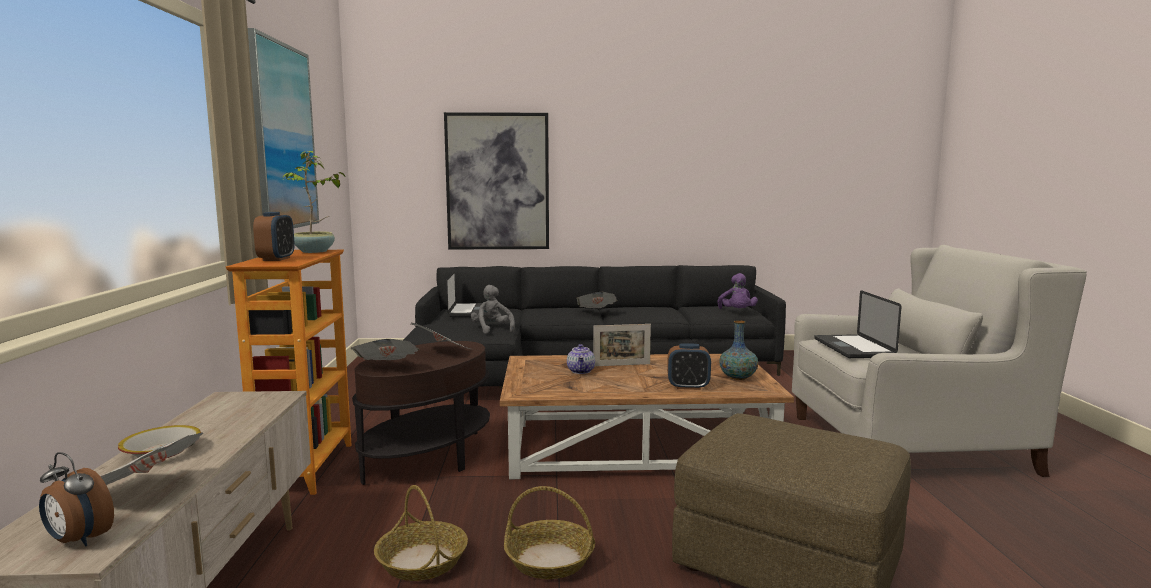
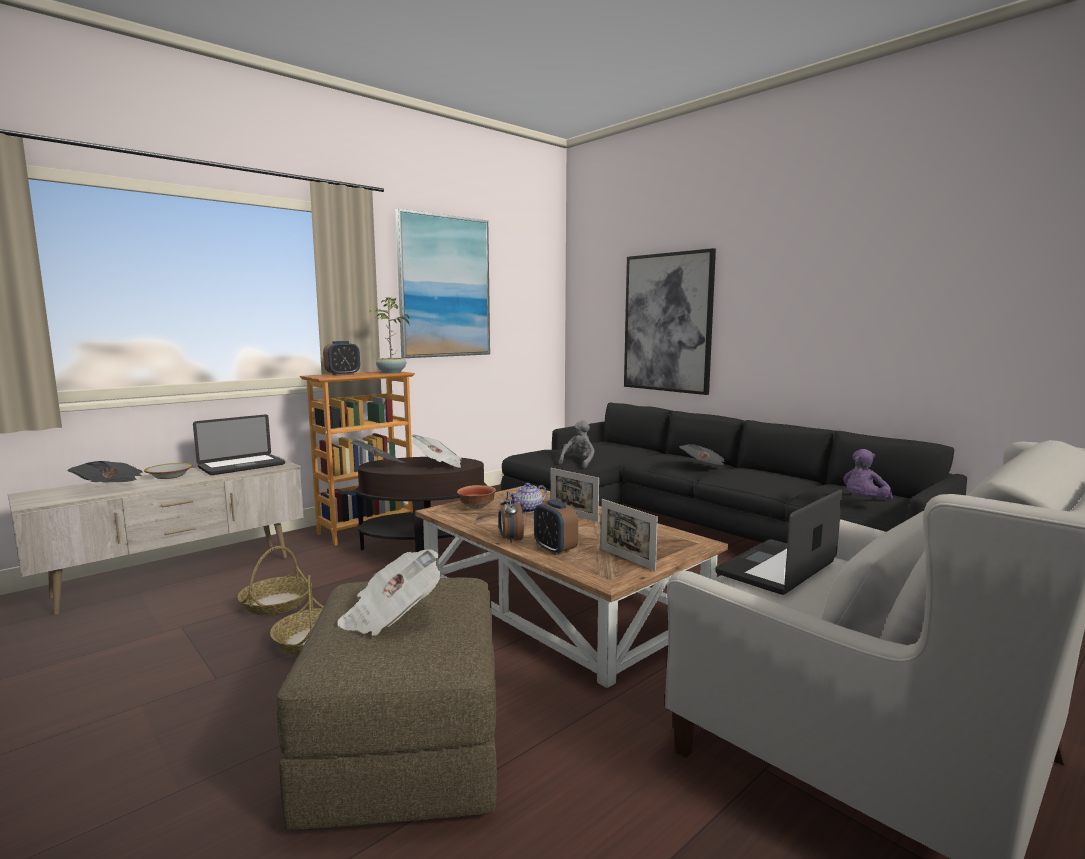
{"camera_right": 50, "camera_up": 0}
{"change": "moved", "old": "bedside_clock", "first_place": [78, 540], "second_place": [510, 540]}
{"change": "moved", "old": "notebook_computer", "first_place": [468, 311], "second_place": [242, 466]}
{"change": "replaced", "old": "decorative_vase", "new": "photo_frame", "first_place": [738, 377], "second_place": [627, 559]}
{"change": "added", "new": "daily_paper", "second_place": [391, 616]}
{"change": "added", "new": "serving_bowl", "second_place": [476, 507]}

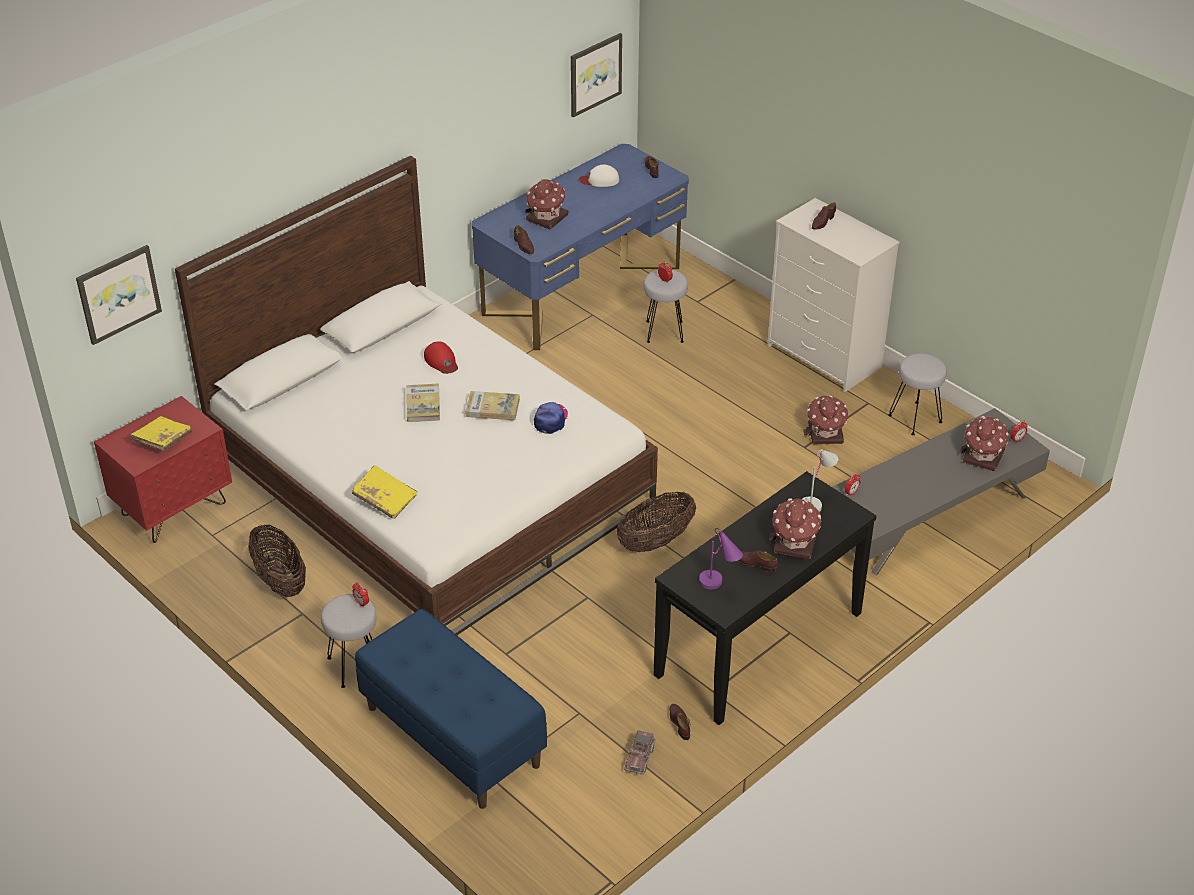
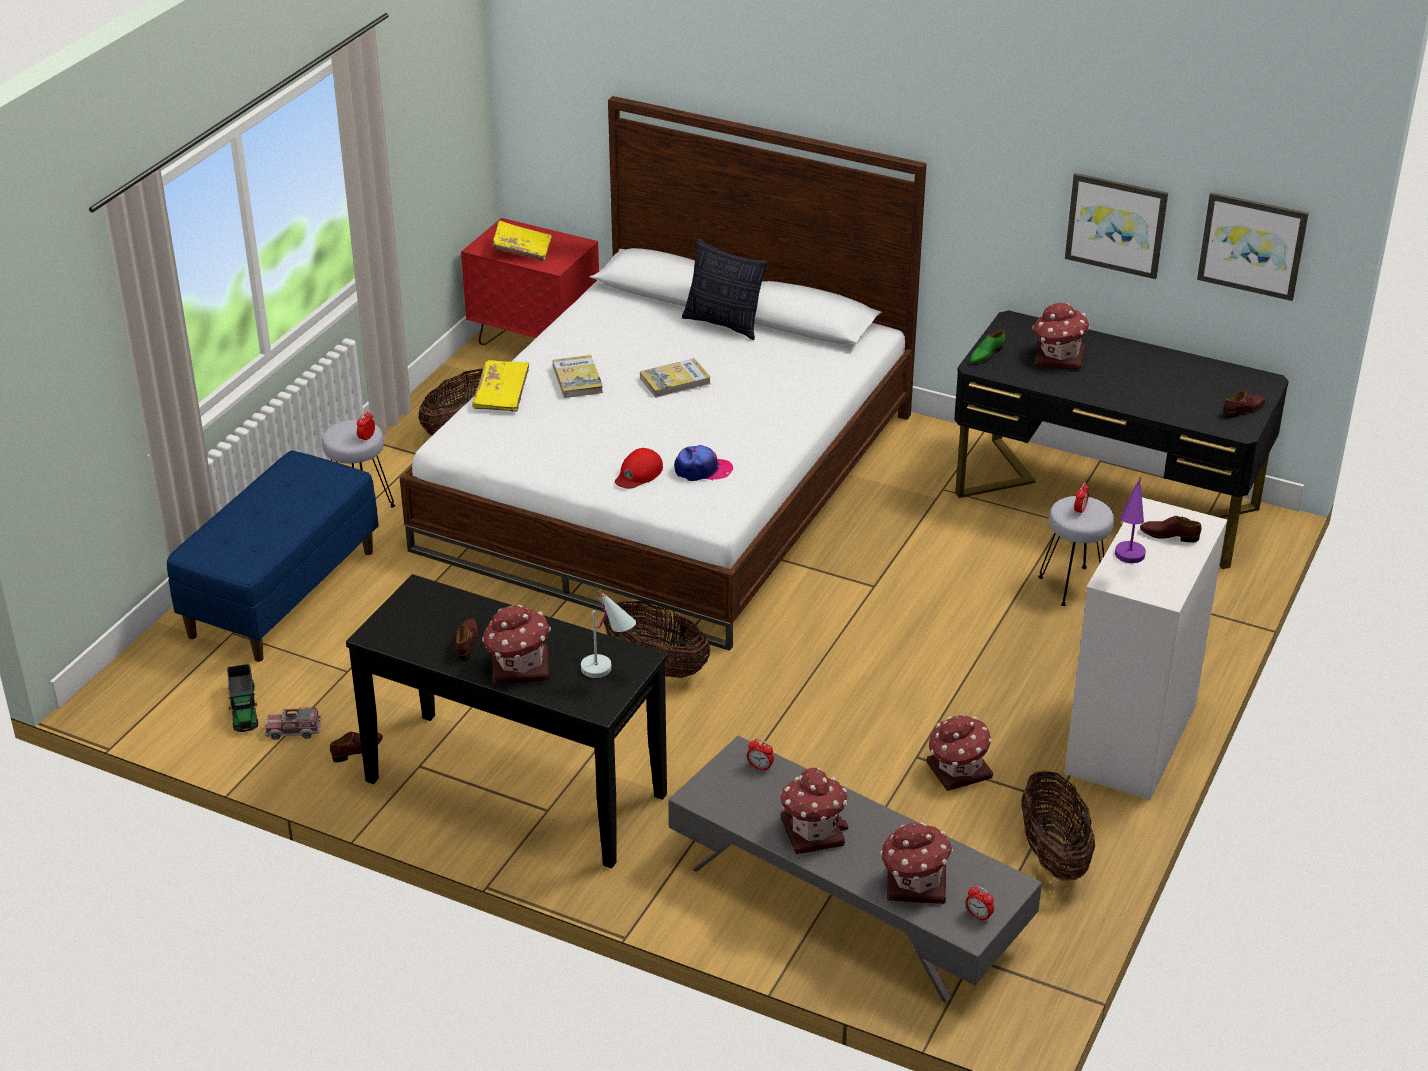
{"camera_right": 70, "camera_up": -5}
{"change": "moved", "old": "wall_art", "first_place": [118, 293], "second_place": [1116, 224]}
{"change": "moved", "old": "reddish_peaked_cap", "first_place": [441, 361], "second_place": [638, 473]}
{"change": "moved", "old": "volume", "first_place": [492, 408], "second_place": [577, 379]}
{"change": "recoloured", "old": "blue_desk_unit", "new": "blackish_desk_unit", "first_place": [582, 290], "second_place": [1106, 502]}
{"change": "recoloured", "old": "brown-coloured_low_shoe", "new": "green_low_shoe", "first_place": [523, 245], "second_place": [986, 355]}
{"change": "removed", "old": "whitish_peaked_cap", "first_place": [599, 180]}
{"change": "moved", "old": "purple-coloured_table_lamp", "first_place": [719, 586], "second_place": [1127, 562]}
{"change": "replaced", "old": "greyish_sitting_stool", "new": "basket", "first_place": [915, 418], "second_place": [1053, 855]}
{"change": "added", "new": "model_truck", "second_place": [244, 708]}
{"change": "added", "new": "cushion", "second_place": [724, 324]}
{"change": "added", "new": "toy_house", "second_place": [812, 831]}

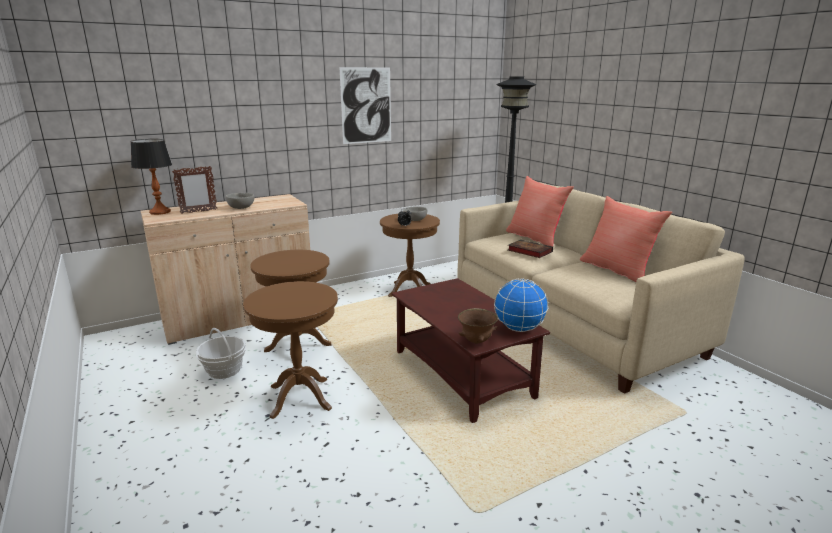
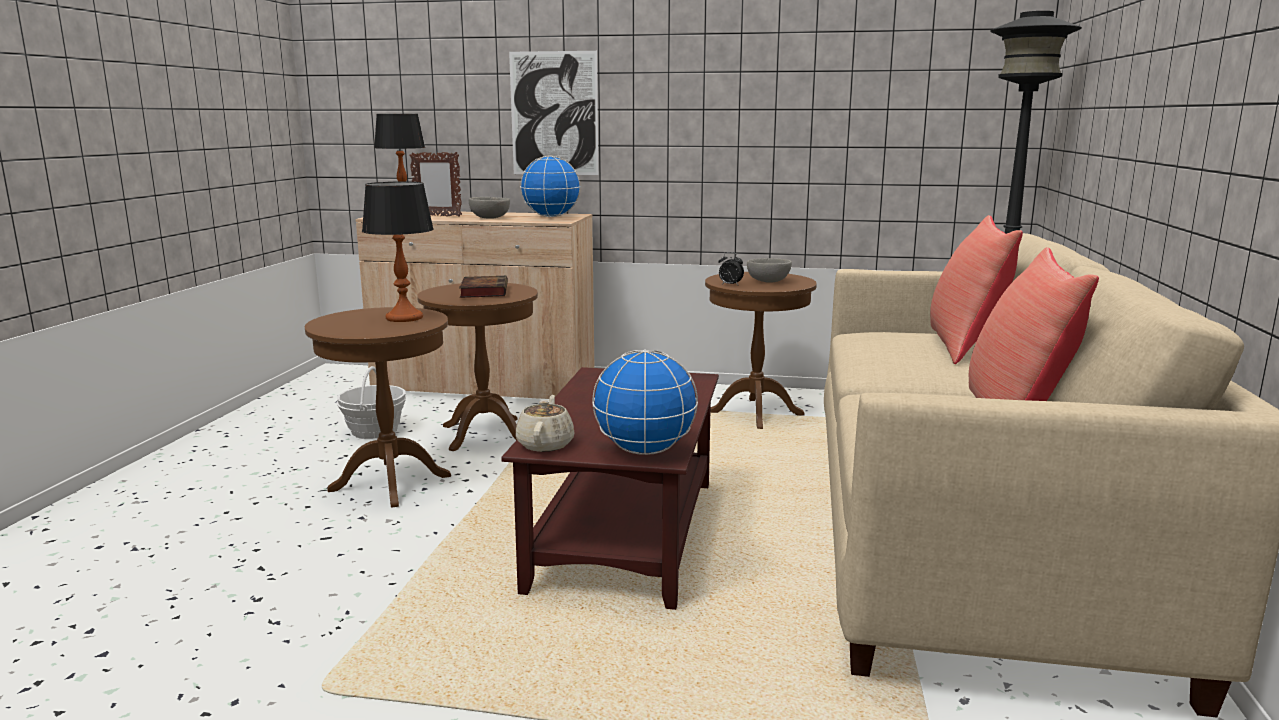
{"camera_right": 40, "camera_up": -5}
{"change": "moved", "old": "wall_art", "first_place": [366, 105], "second_place": [554, 114]}
{"change": "replaced", "old": "brown-coloured_serving_bowl", "new": "sand-coloured_pot_for_tea", "first_place": [476, 341], "second_place": [545, 444]}
{"change": "moved", "old": "volume", "first_place": [528, 251], "second_place": [483, 291]}
{"change": "added", "new": "table_lamp", "second_place": [405, 318]}
{"change": "added", "new": "world_globe", "second_place": [551, 217]}

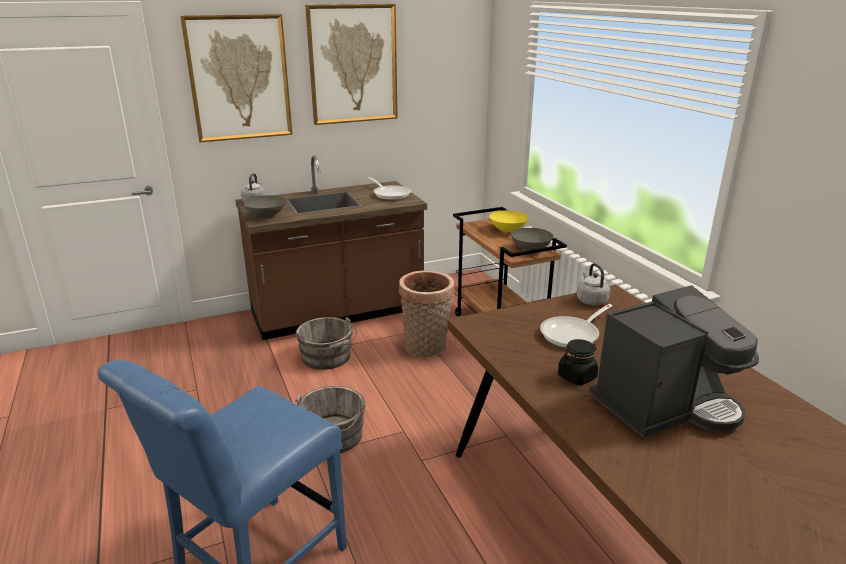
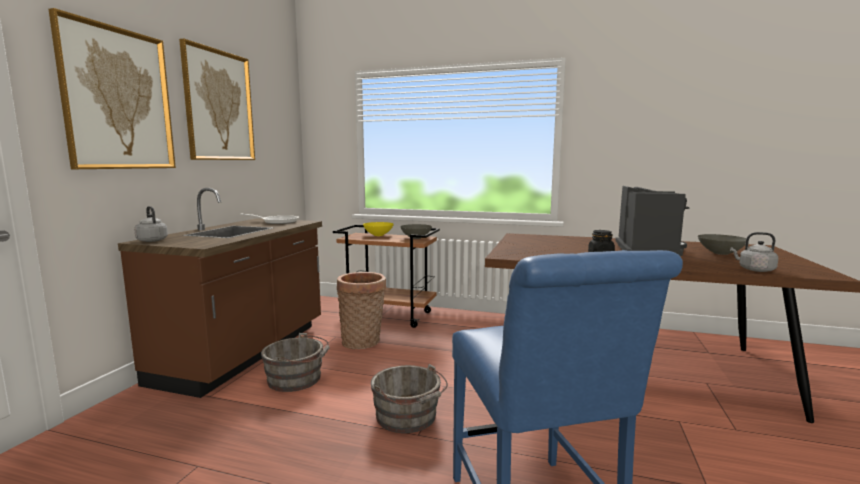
{"camera_right": -50, "camera_up": -15}
{"change": "moved", "old": "greyish_serving_bowl", "first_place": [266, 216], "second_place": [720, 253]}
{"change": "removed", "old": "skillet", "first_place": [573, 334]}
{"change": "moved", "old": "greyish_kettle", "first_place": [591, 300], "second_place": [754, 270]}

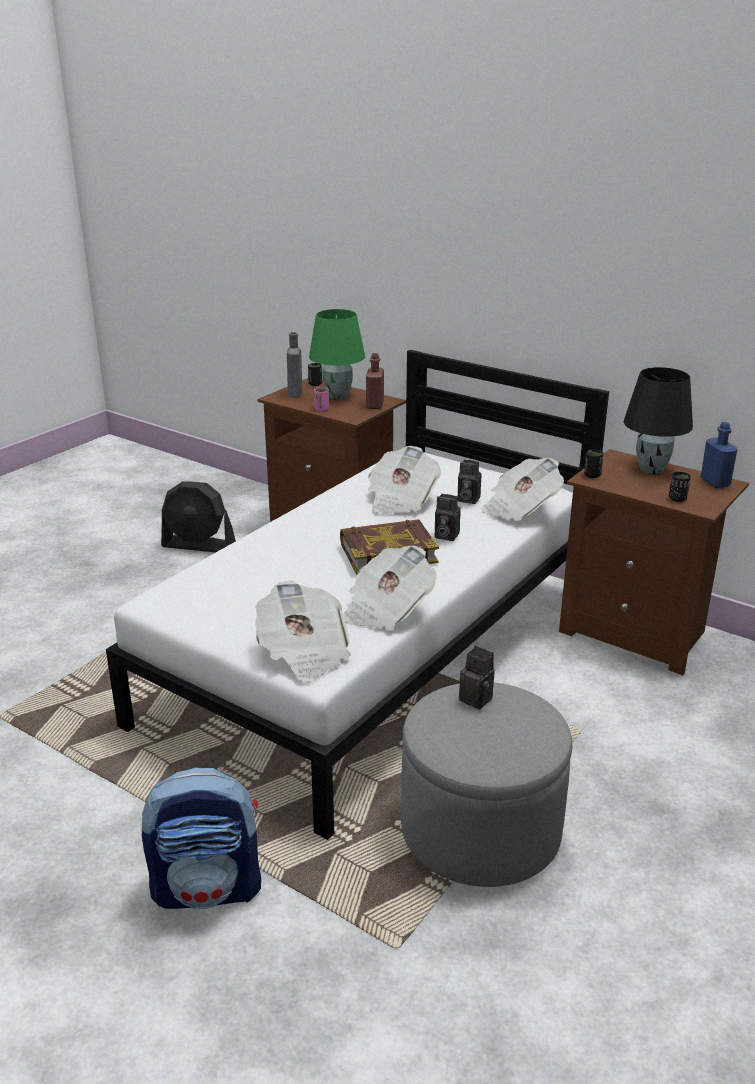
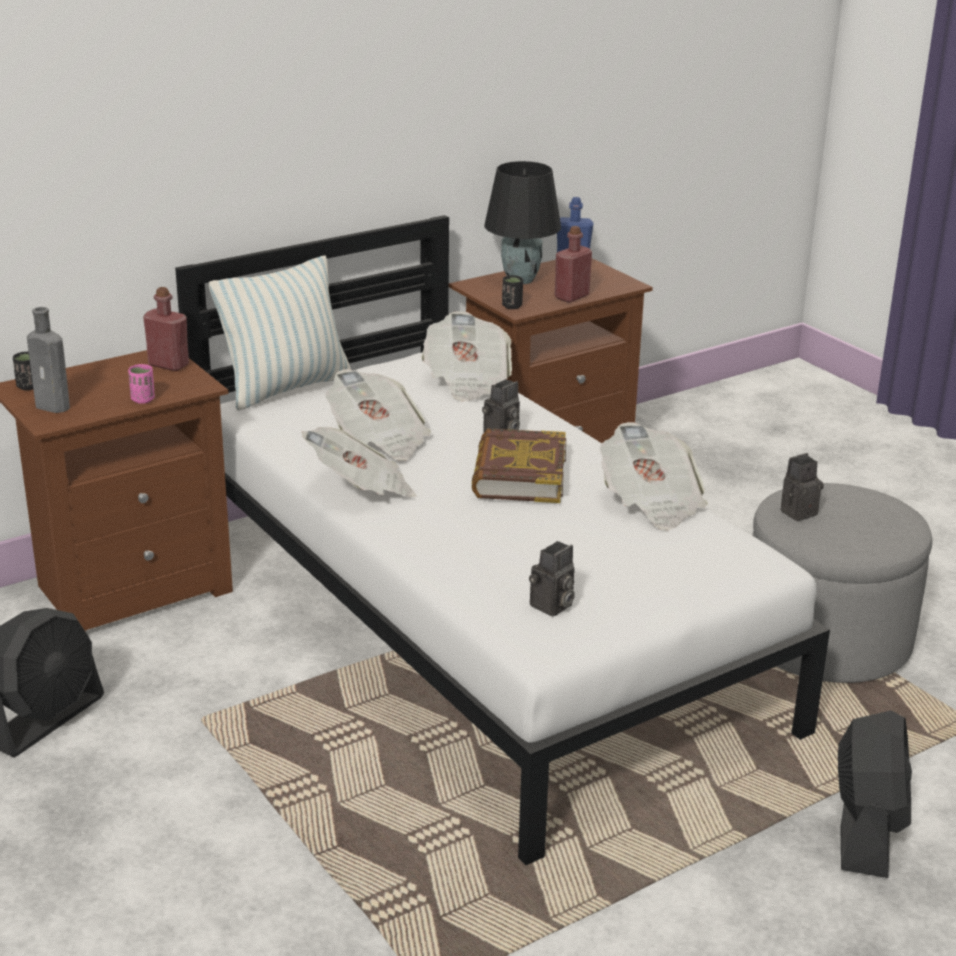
{"camera_right": -70, "camera_up": 0}
{"change": "replaced", "old": "backpack", "new": "blackish_electric_fan", "first_place": [208, 888], "second_place": [866, 831]}
{"change": "moved", "old": "daily_paper", "first_place": [303, 653], "second_place": [361, 489]}
{"change": "removed", "old": "green_table_lamp", "first_place": [337, 396]}
{"change": "moved", "old": "photo_camera", "first_place": [467, 499], "second_place": [551, 607]}
{"change": "removed", "old": "blackish_cup", "first_place": [677, 499]}
{"change": "added", "new": "cushion", "second_place": [286, 388]}
{"change": "added", "new": "reddish_beverage_bottle", "second_place": [571, 297]}

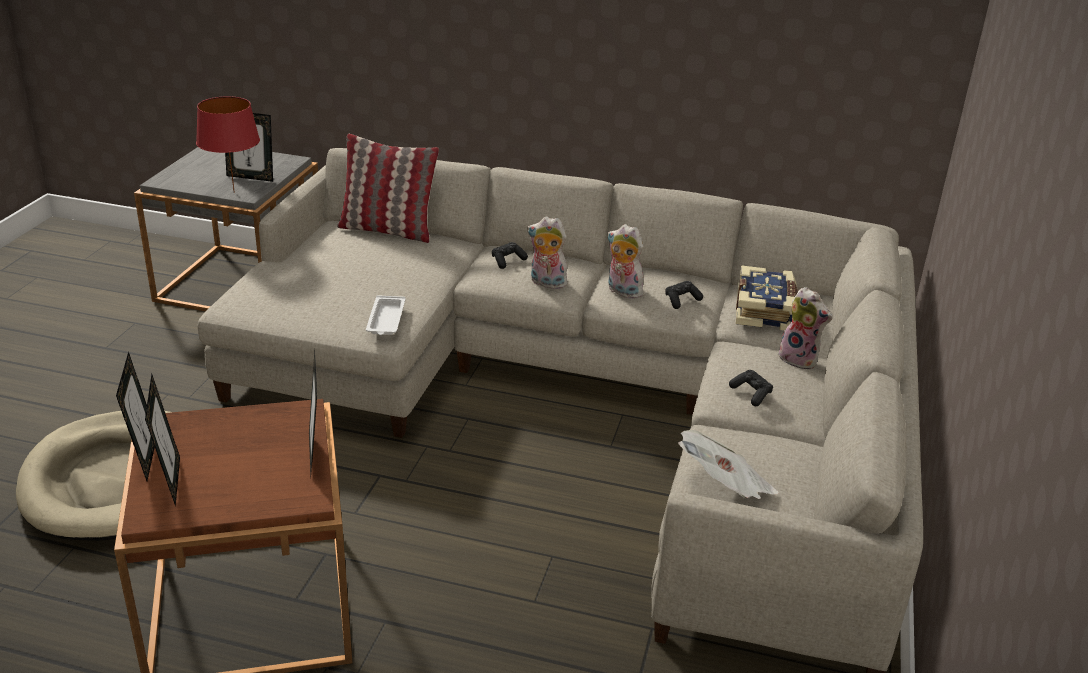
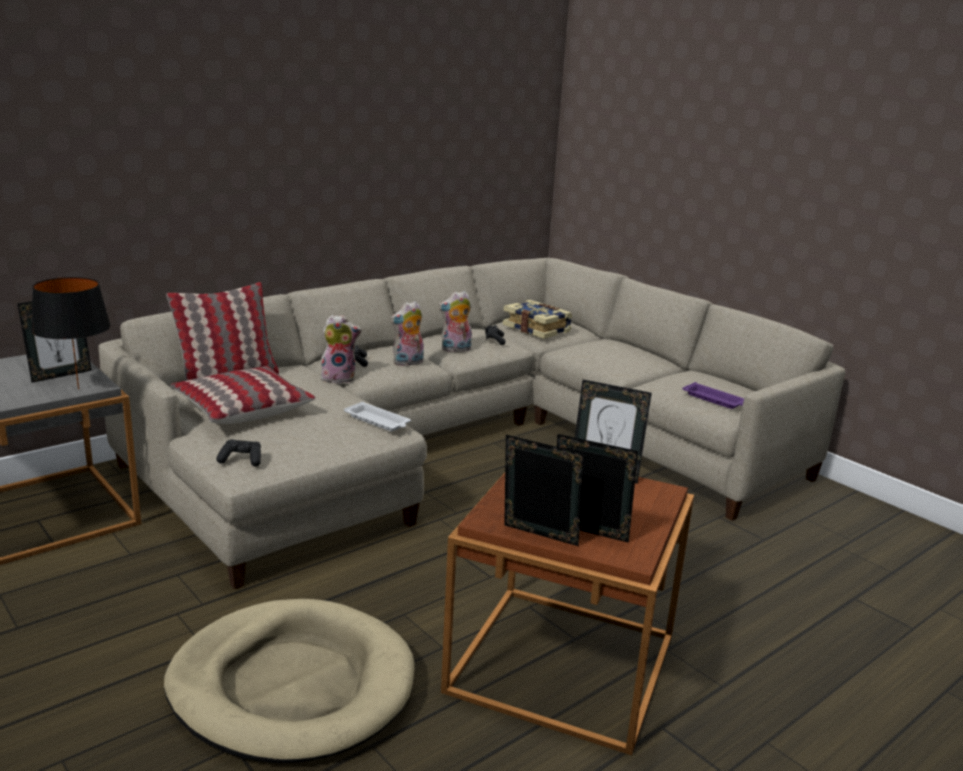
{"camera_right": -55, "camera_up": -10}
{"change": "recoloured", "old": "reddish_table_lamp", "new": "blackish_table_lamp", "first_place": [233, 192], "second_place": [77, 389]}
{"change": "replaced", "old": "daily_paper", "new": "purple-coloured_tray", "first_place": [725, 488], "second_place": [714, 400]}
{"change": "moved", "old": "blackish_gamepad", "first_place": [751, 394], "second_place": [241, 460]}
{"change": "moved", "old": "cuddly_toy", "first_place": [800, 360], "second_place": [339, 378]}
{"change": "added", "new": "cushion", "second_place": [242, 408]}

